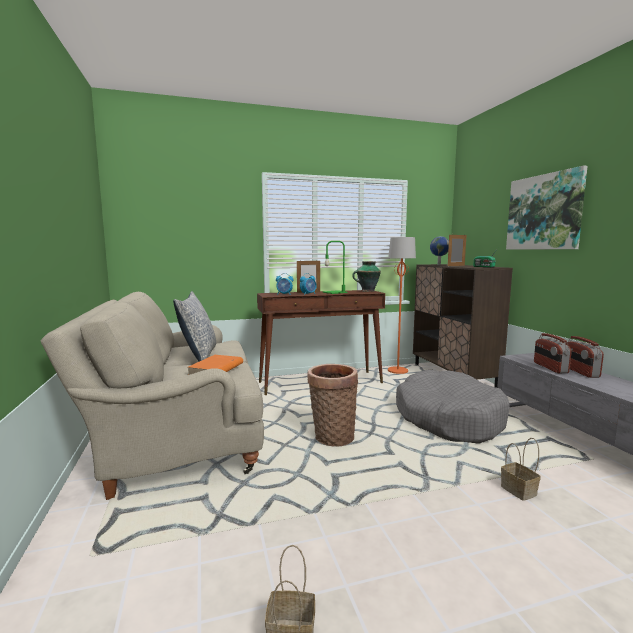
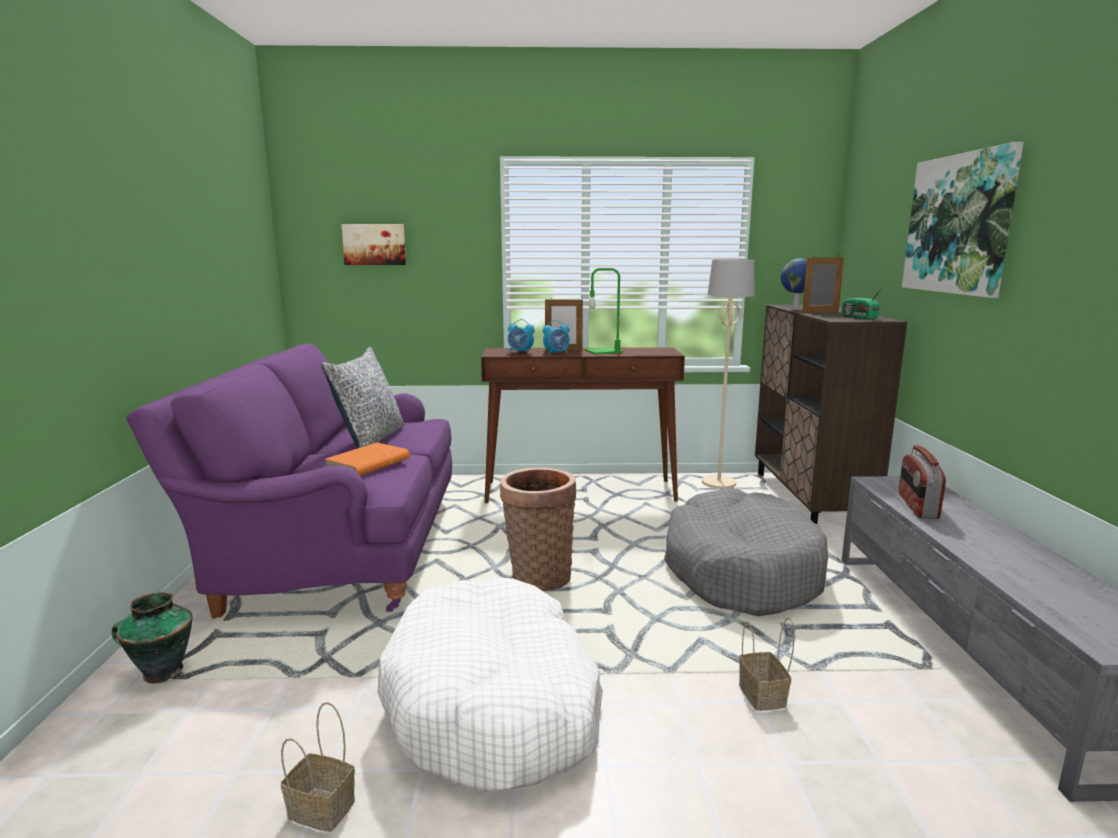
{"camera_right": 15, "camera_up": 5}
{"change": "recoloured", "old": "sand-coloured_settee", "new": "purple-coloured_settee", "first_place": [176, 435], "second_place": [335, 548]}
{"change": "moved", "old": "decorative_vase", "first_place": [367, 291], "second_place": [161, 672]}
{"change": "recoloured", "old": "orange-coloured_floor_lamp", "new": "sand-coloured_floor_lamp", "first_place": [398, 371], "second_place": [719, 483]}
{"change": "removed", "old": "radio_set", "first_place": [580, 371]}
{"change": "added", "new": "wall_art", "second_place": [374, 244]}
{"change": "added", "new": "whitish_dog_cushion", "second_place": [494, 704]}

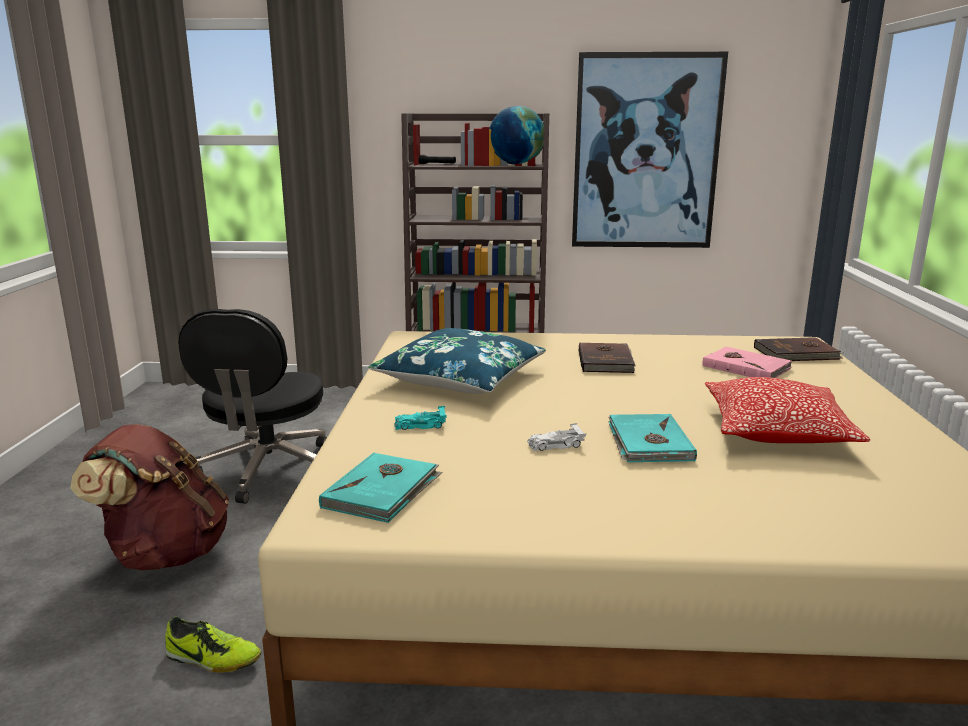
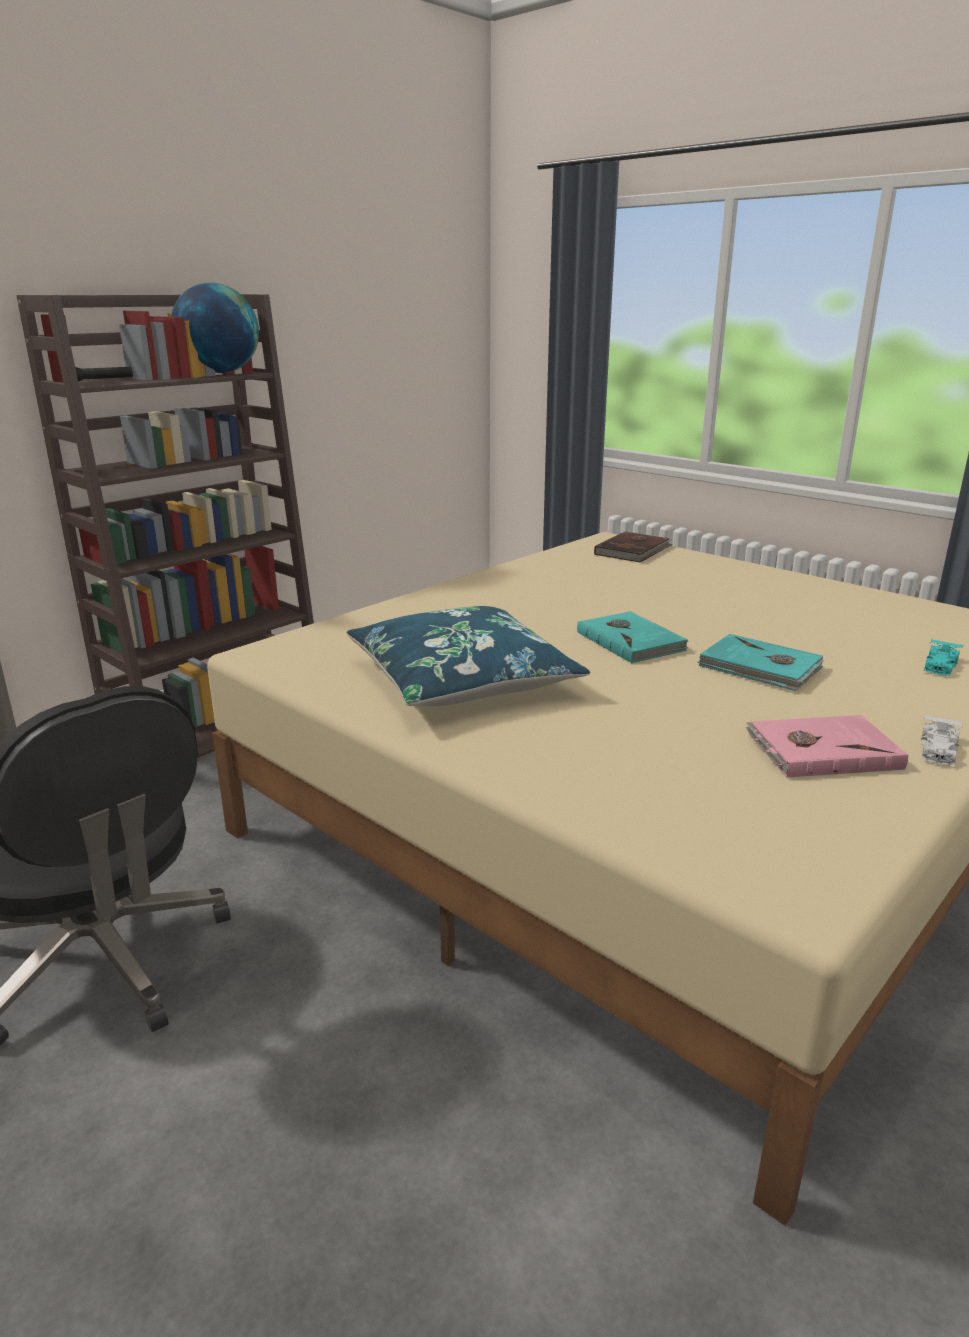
{"camera_right": -50, "camera_up": 5}
{"change": "removed", "old": "brown-coloured_backpack", "first_place": [165, 553]}
{"change": "removed", "old": "low_shoe", "first_place": [213, 659]}
{"change": "moved", "old": "blue-green_volume", "first_place": [383, 491], "second_place": [631, 641]}
{"change": "moved", "old": "blue-green_model_car", "first_place": [420, 425], "second_place": [940, 666]}
{"change": "moved", "old": "whitish_model_car", "first_place": [555, 445], "second_place": [938, 750]}
{"change": "removed", "old": "wall_art", "first_place": [646, 153]}
{"change": "removed", "old": "brown-coloured_volume", "first_place": [606, 361]}
{"change": "moved", "old": "pinkish_volume", "first_place": [746, 367], "second_place": [821, 750]}
{"change": "removed", "old": "cushion", "first_place": [776, 432]}

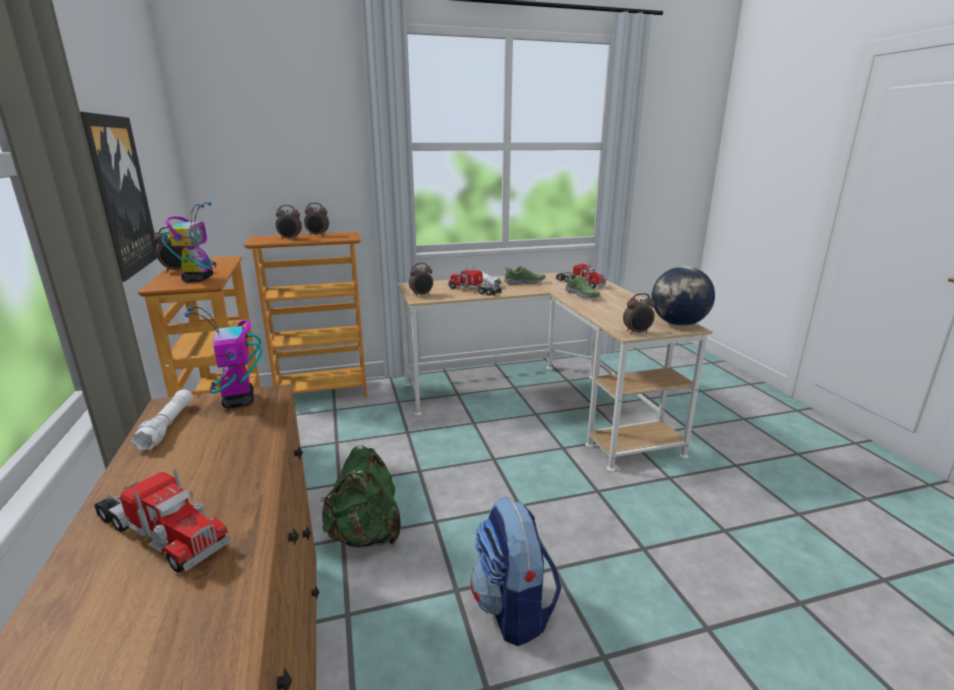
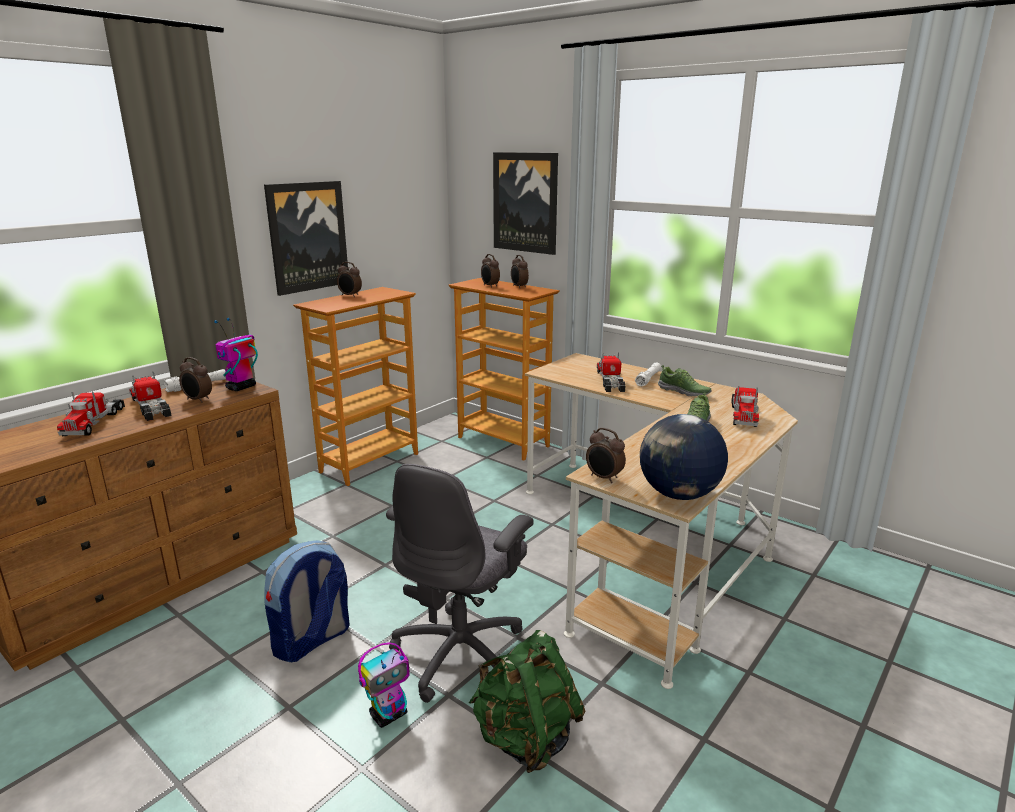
{"camera_right": 55, "camera_up": 0}
{"change": "moved", "old": "robot_figure", "first_place": [198, 279], "second_place": [389, 714]}
{"change": "moved", "old": "green_backpack", "first_place": [366, 535], "second_place": [525, 738]}
{"change": "moved", "old": "bedside_clock", "first_place": [421, 295], "second_place": [198, 400]}
{"change": "added", "new": "model_truck", "second_place": [151, 407]}
{"change": "added", "new": "greyish_computer_chair", "second_place": [461, 653]}
{"change": "added", "new": "wall_art", "second_place": [525, 202]}

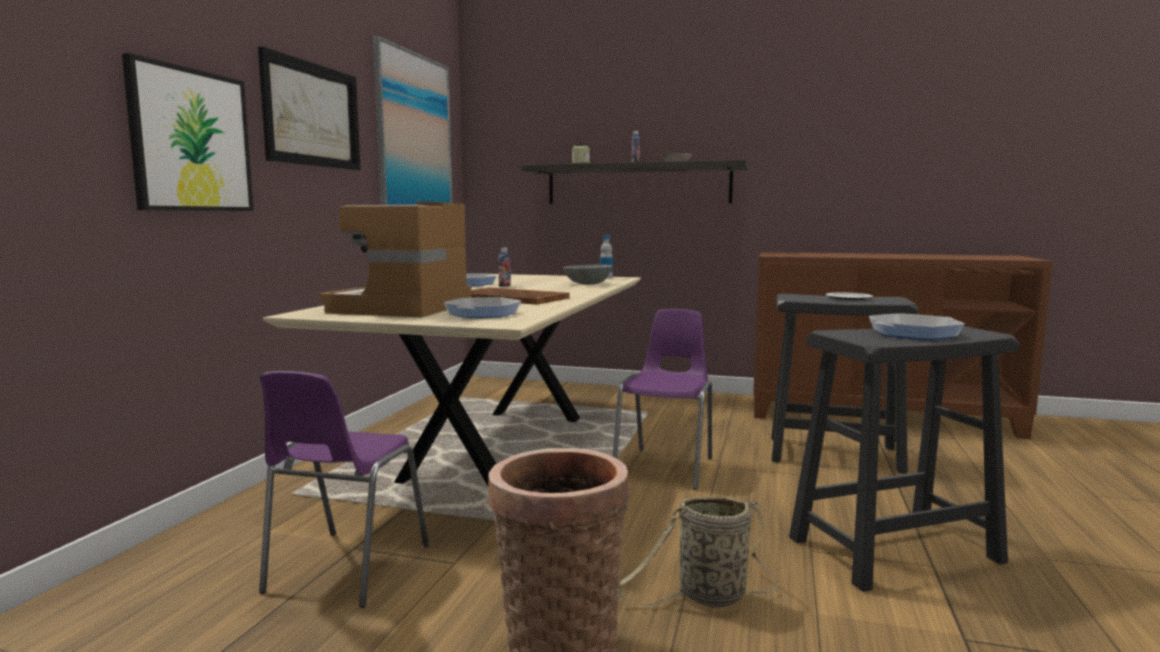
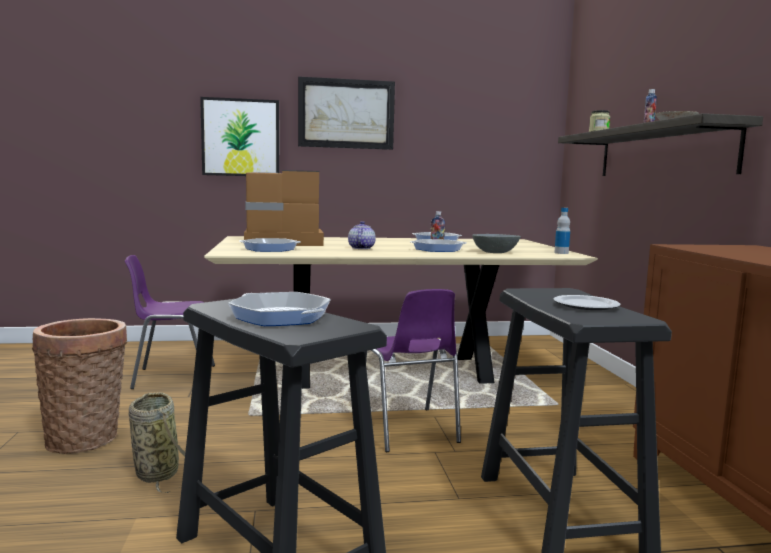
{"camera_right": 65, "camera_up": 0}
{"change": "removed", "old": "wall_art", "first_place": [414, 147]}
{"change": "replaced", "old": "brown-coloured_tray", "new": "pot_for_tea", "first_place": [511, 298], "second_place": [360, 248]}
{"change": "turned", "old": "purple-coloured_upright_chair", "first_place": [666, 467], "second_place": [408, 430], "degrees": 75}
{"change": "added", "new": "skillet", "second_place": [438, 249]}

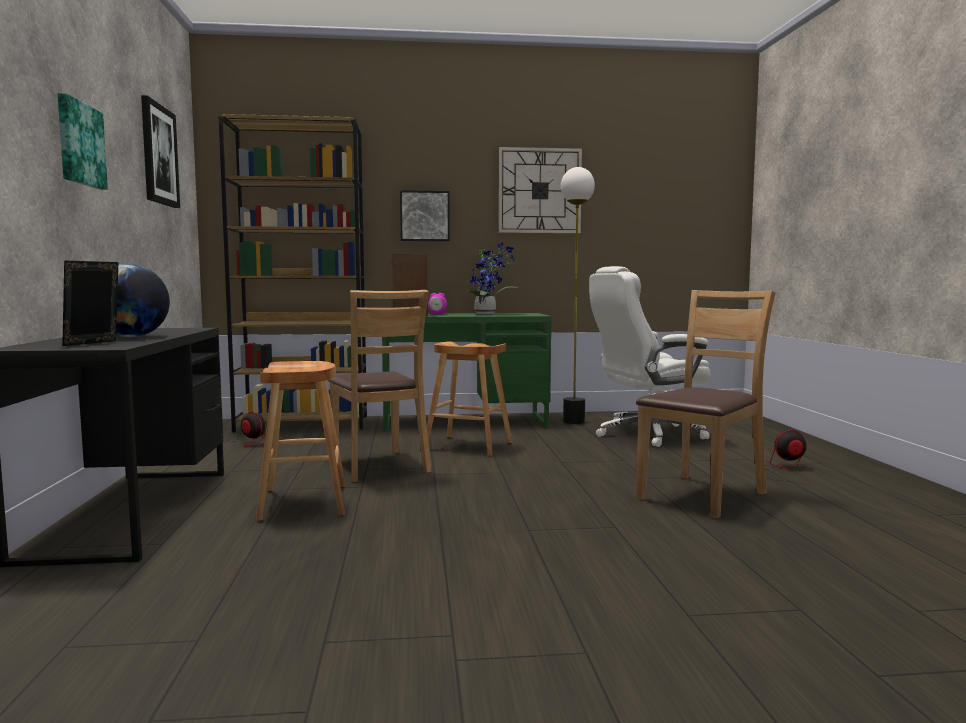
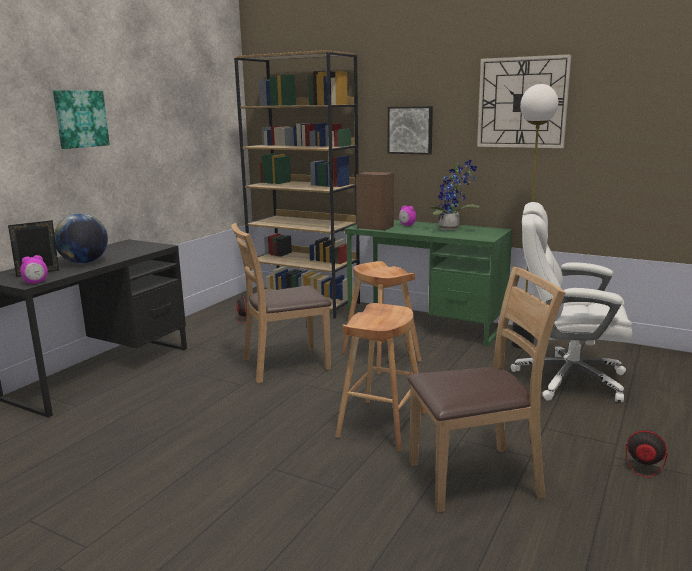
{"camera_right": 35, "camera_up": 10}
{"change": "removed", "old": "wall_art", "first_place": [159, 155]}
{"change": "moved", "old": "brown-coloured_sitting_stool", "first_place": [304, 502], "second_place": [382, 424]}
{"change": "turned", "old": "brown-coloured_upright_chair", "first_place": [378, 465], "second_place": [284, 364], "degrees": 60}
{"change": "added", "new": "bedside_clock", "second_place": [36, 282]}

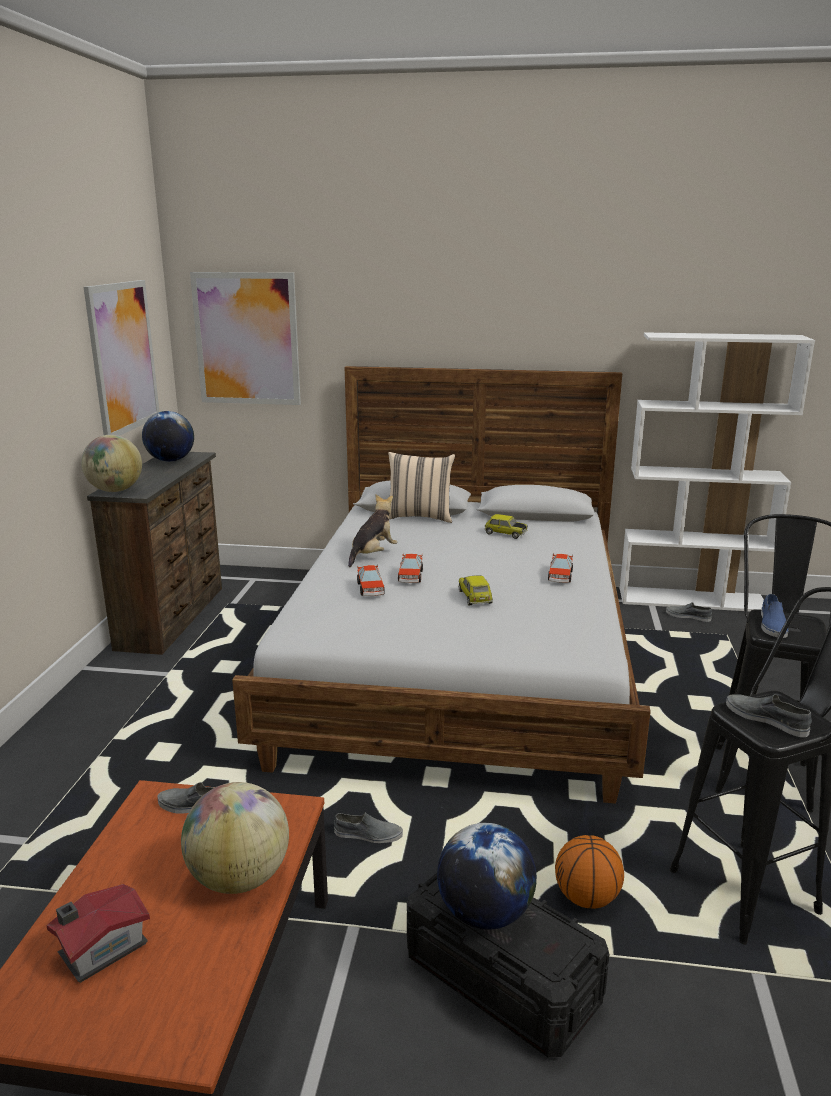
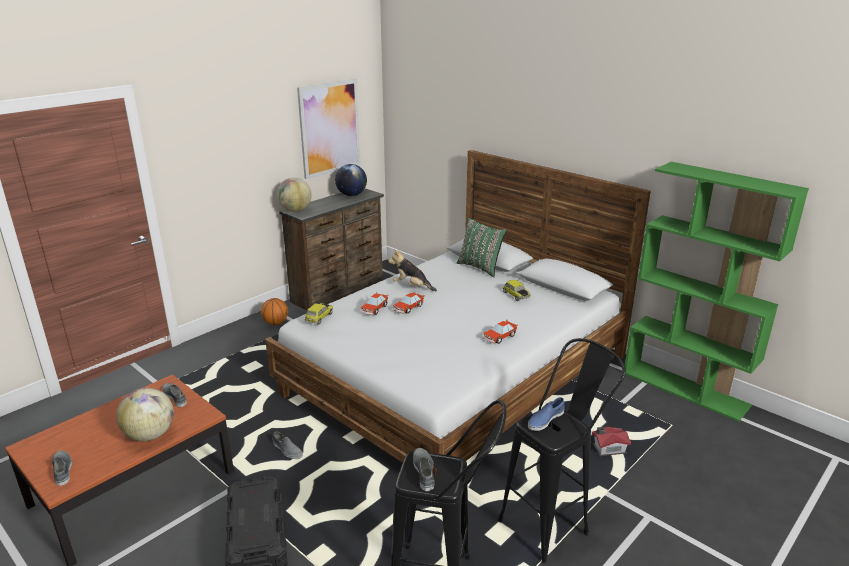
{"camera_right": 35, "camera_up": 5}
{"change": "moved", "old": "toy_house", "first_place": [100, 948], "second_place": [608, 448]}
{"change": "removed", "old": "wall_art", "first_place": [247, 339]}
{"change": "turned", "old": "cuddly_toy", "first_place": [372, 554], "second_place": [412, 286], "degrees": -135}
{"change": "recoloured", "old": "sand-coloured_cushion", "new": "green_cushion", "first_place": [419, 517], "second_place": [480, 267]}
{"change": "removed", "old": "world_globe", "first_place": [485, 913]}
{"change": "moved", "old": "model_car", "first_place": [475, 597], "second_place": [319, 317]}
{"change": "moved", "old": "basketball", "first_place": [586, 898], "second_place": [275, 323]}
{"change": "recoloured", "old": "whitish_bookcase", "new": "green_bookcase", "first_place": [692, 599], "second_place": [685, 389]}
{"change": "moved", "old": "greyish_low_shoe", "first_place": [688, 616], "second_place": [62, 469]}

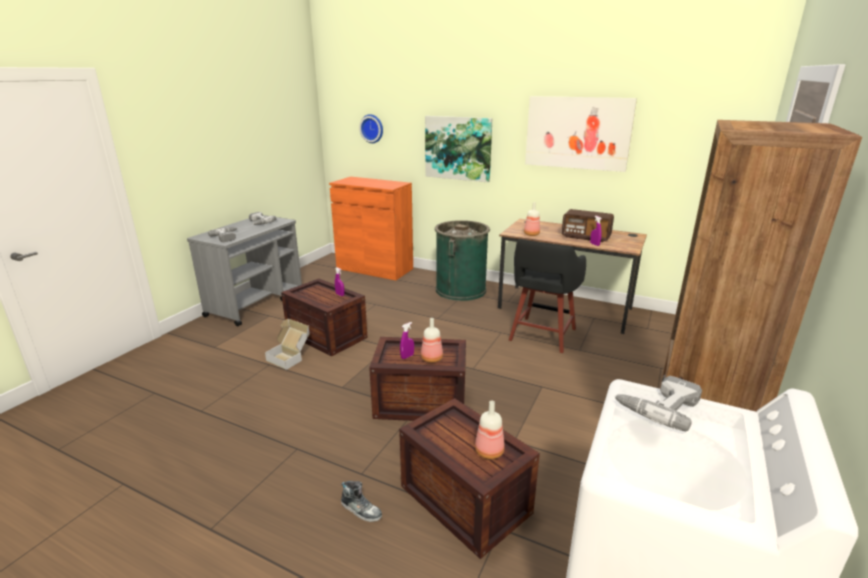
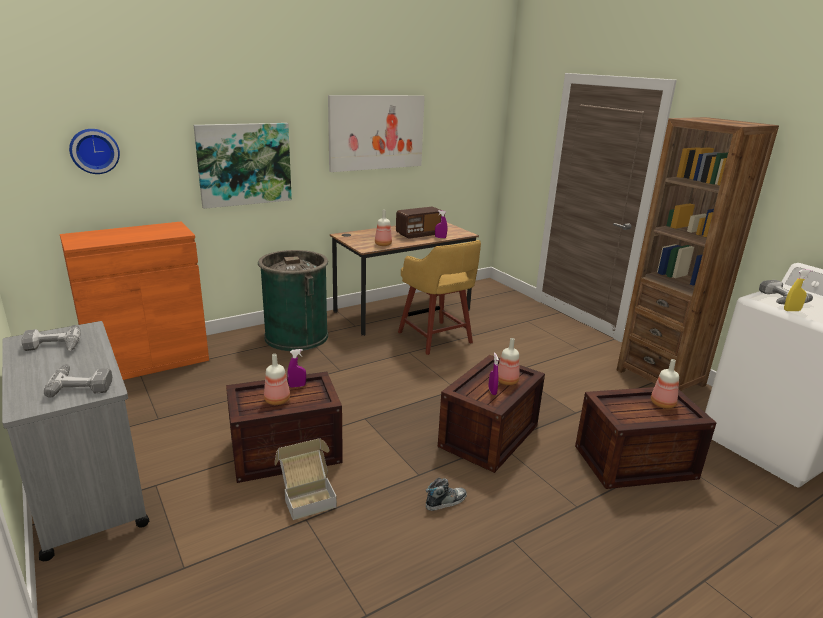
{"camera_right": -60, "camera_up": 0}
{"change": "moved", "old": "low_shoe", "first_place": [361, 510], "second_place": [446, 501]}
{"change": "recoloured", "old": "blackish_sitting_stool", "new": "yellow_sitting_stool", "first_place": [541, 335], "second_place": [436, 338]}
{"change": "added", "new": "beverage_bottle", "second_place": [277, 400]}
{"change": "added", "new": "yellow_hand_sprayer", "second_place": [791, 310]}

